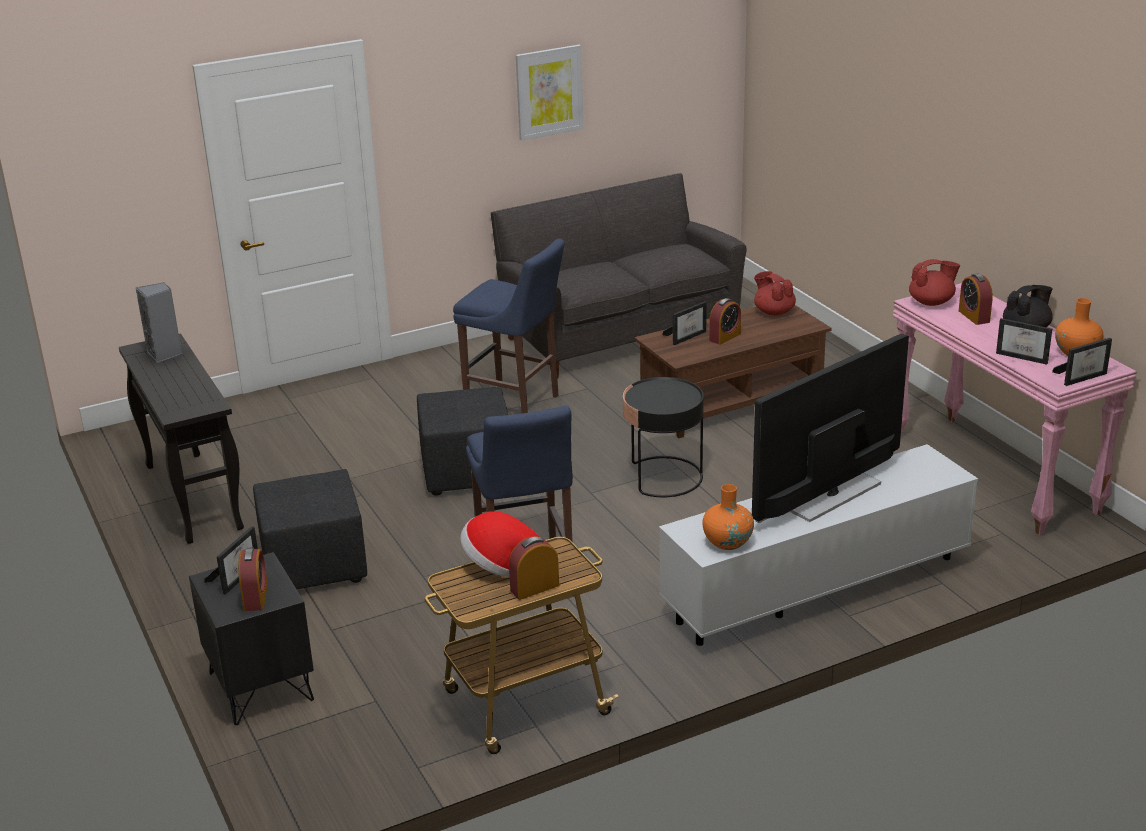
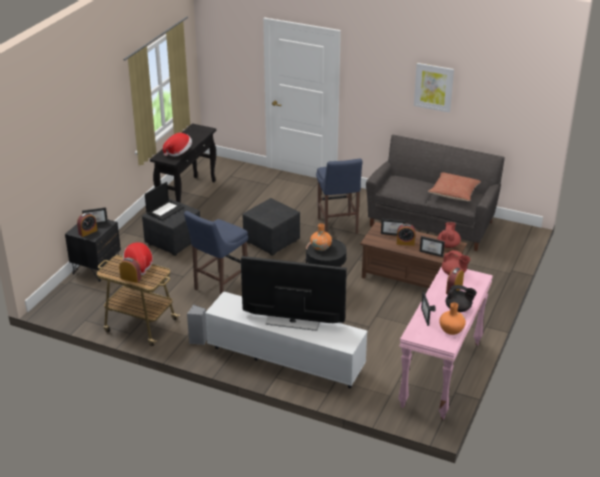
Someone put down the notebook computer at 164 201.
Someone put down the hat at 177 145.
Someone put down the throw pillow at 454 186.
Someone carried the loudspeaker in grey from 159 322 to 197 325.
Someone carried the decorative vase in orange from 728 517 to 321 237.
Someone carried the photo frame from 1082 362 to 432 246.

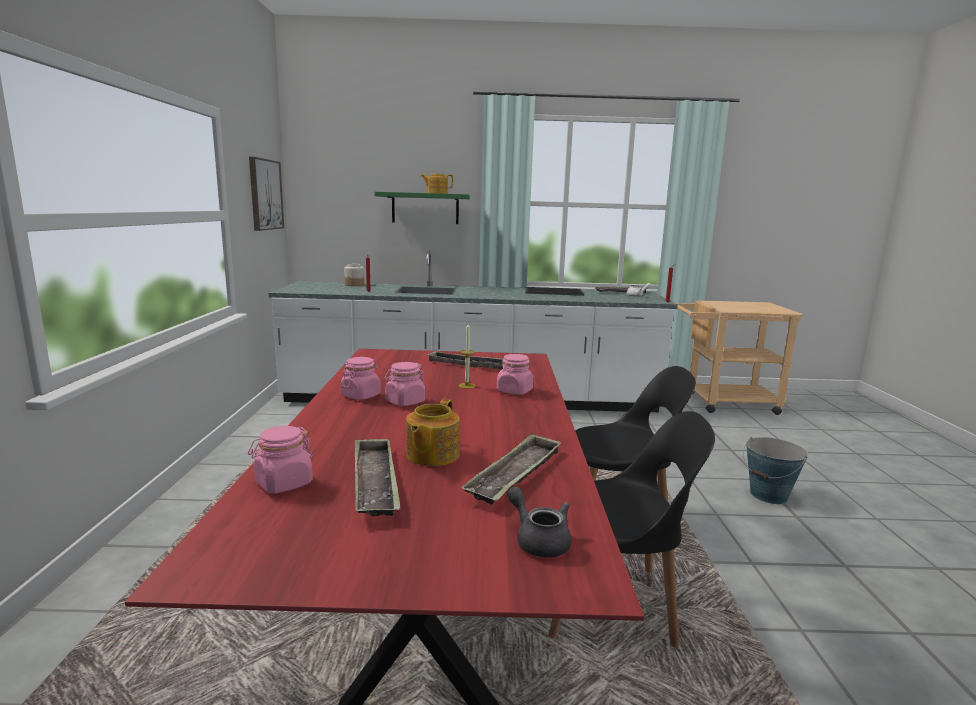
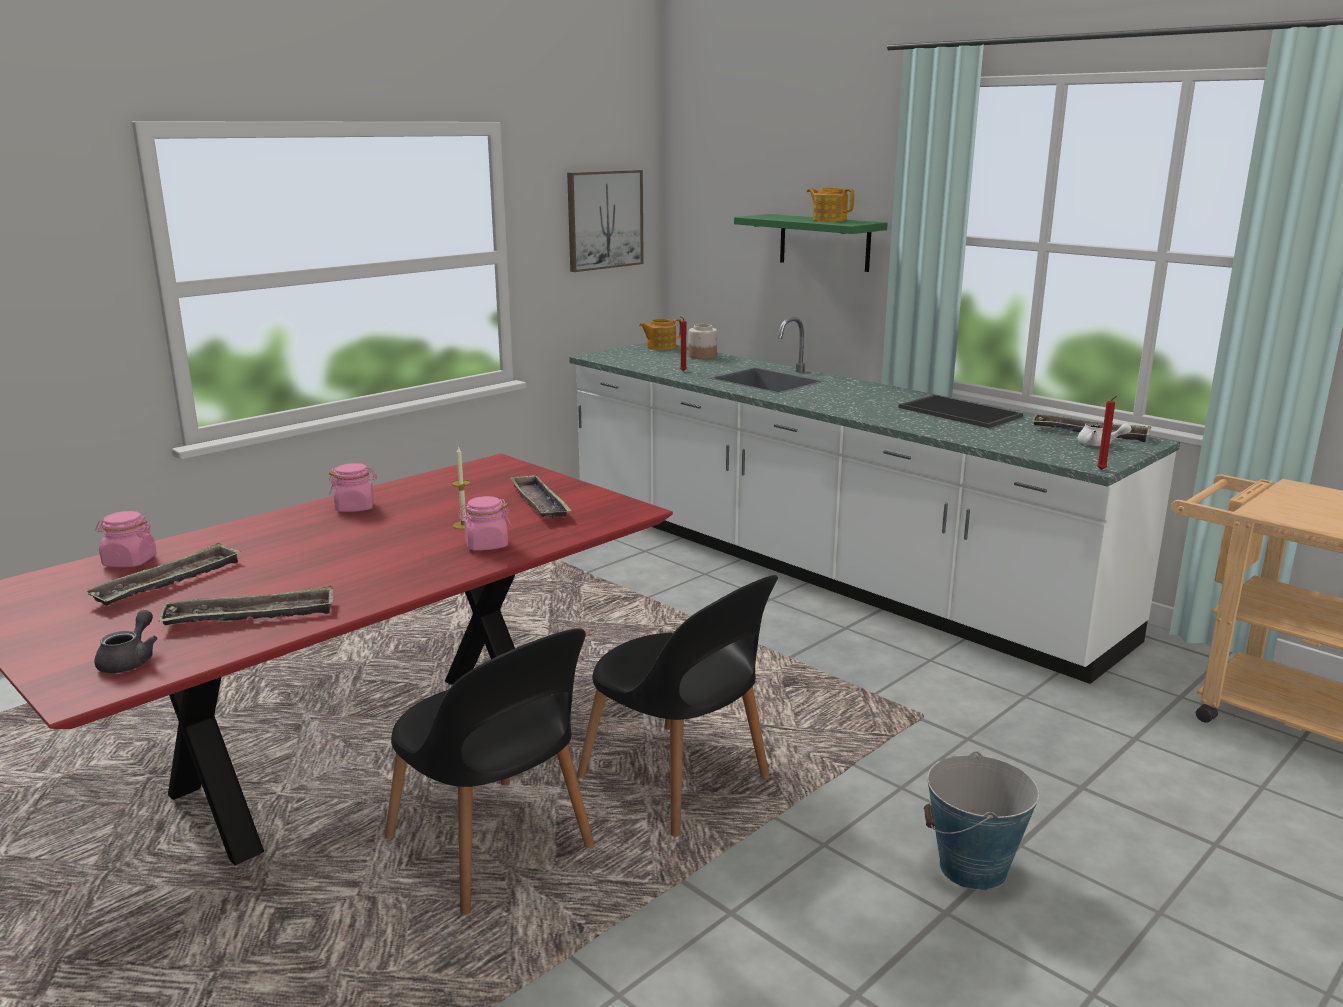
Someone took away the storage jar in pink at 404 384.
Someone carried the teapot from 433 432 to 660 334.

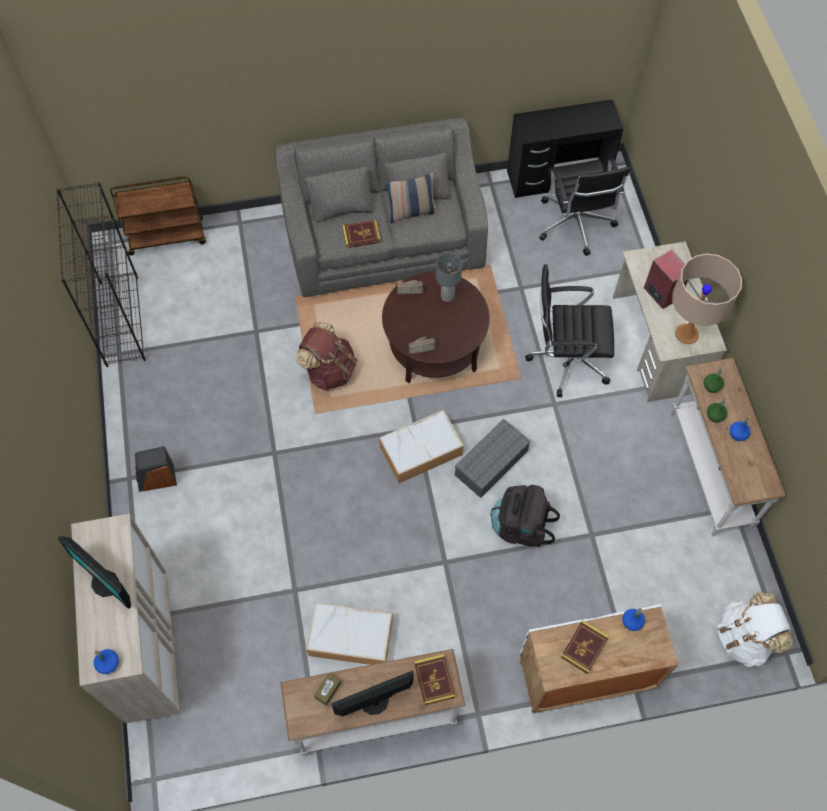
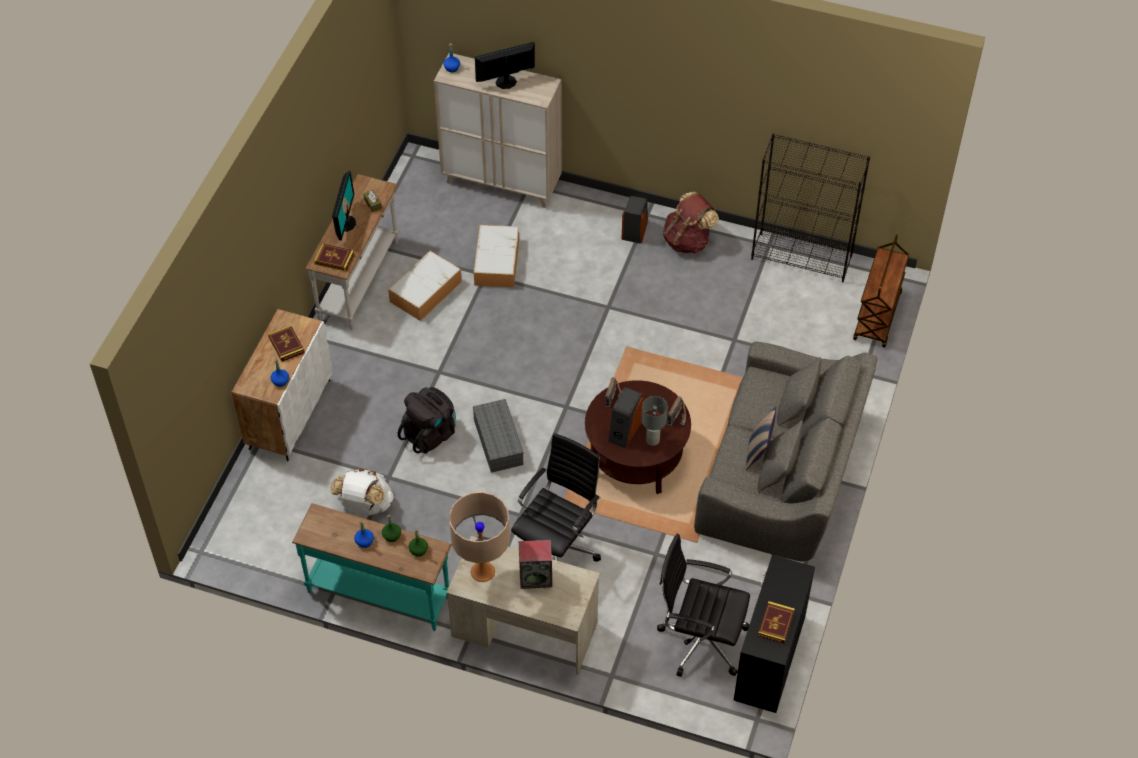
Someone put down the loudspeaker at 626 417.
Someone carried the knapsack in brown from 327 356 to 691 223.
Someone carried the volume from 361 234 to 776 622.
Someone carried the storage container from 421 446 to 496 256.
Someone carried the knapsack in whitish from 754 629 to 361 492.
Someone repainted the narrow table in whitish at 728 447, which became the narrow table in turquoise-coloured at 372 567.

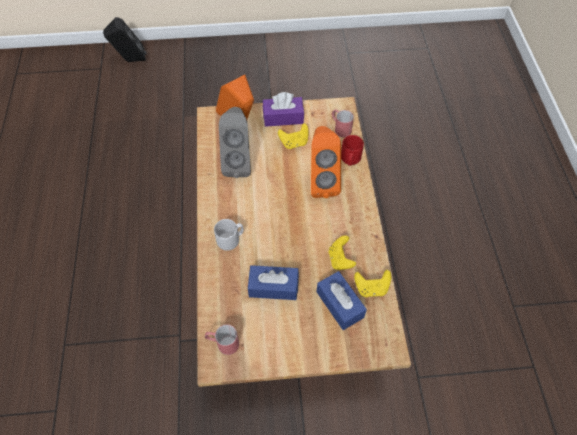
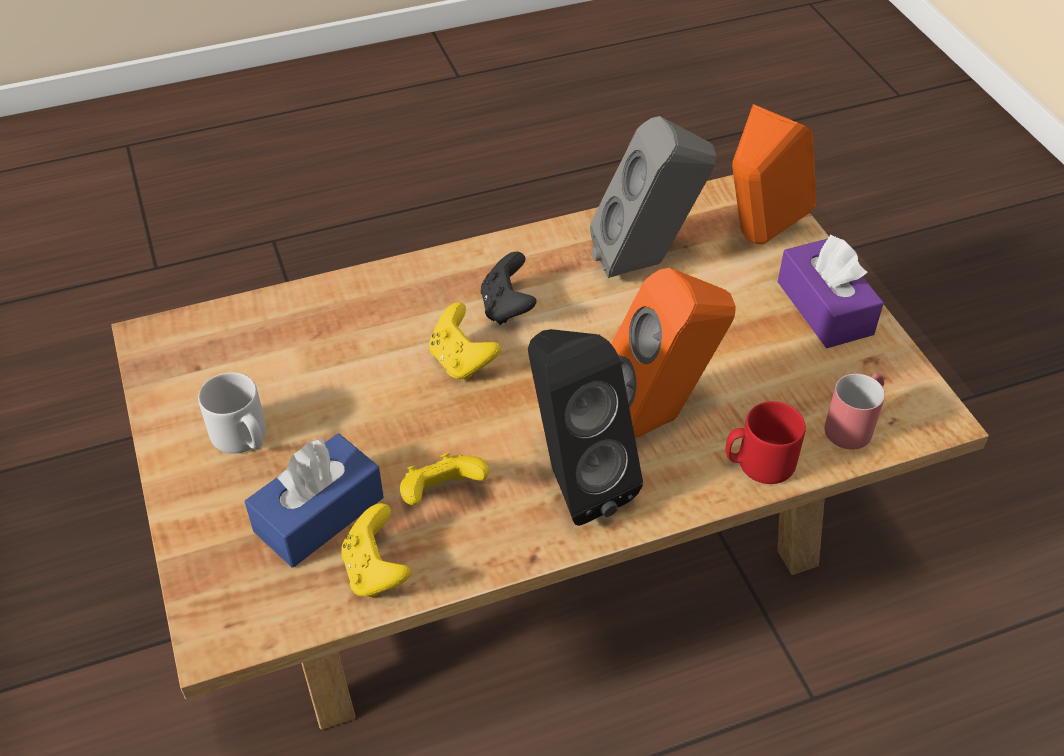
Someone took away the mug in red at 222 339.
Someone took away the box of tissues in blue-coloured at 273 282.
Someone put down the joypad in blackish at 508 288.
Someone carried the loudspeaker in blackish from 125 39 to 585 427.
Someone carried the mug in grey from 229 235 to 232 413.
Someone carried the joypad in yellow-coloured from 293 136 to 465 341.

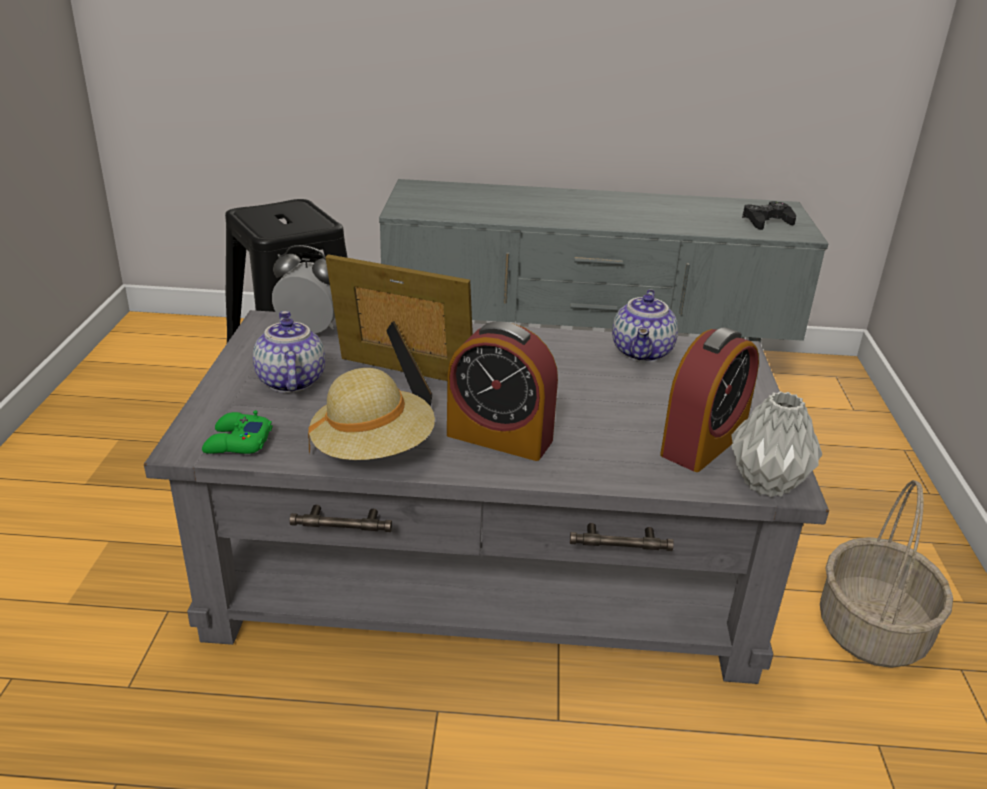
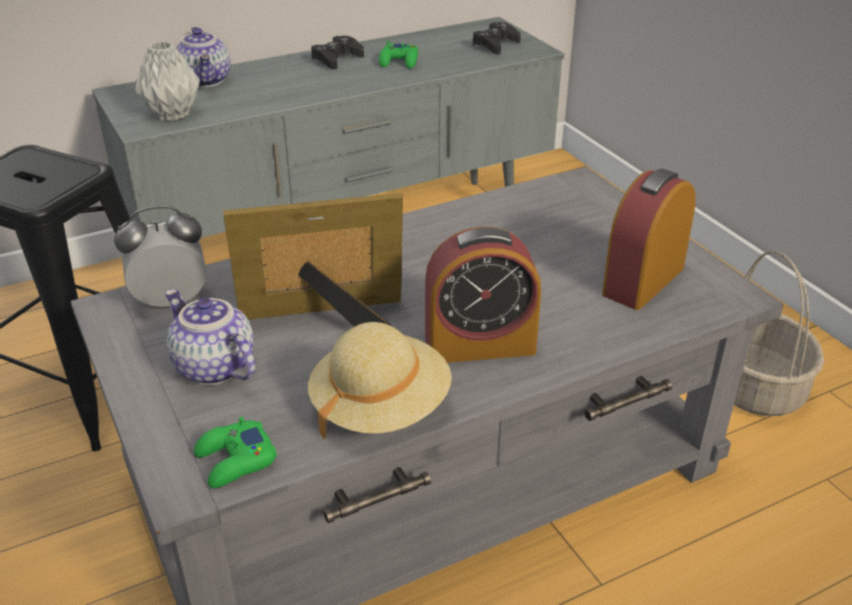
Someone put down the joypad in blackish at 337 53.
Someone put down the joypad in green-coloured at 398 55.
Someone carried the teapot from 645 325 to 203 57.
Someone carried the decorative vase in grey from 776 444 to 167 81.
Someone rotated the table clock at 709 399 by 150 degrees counterclockwise.

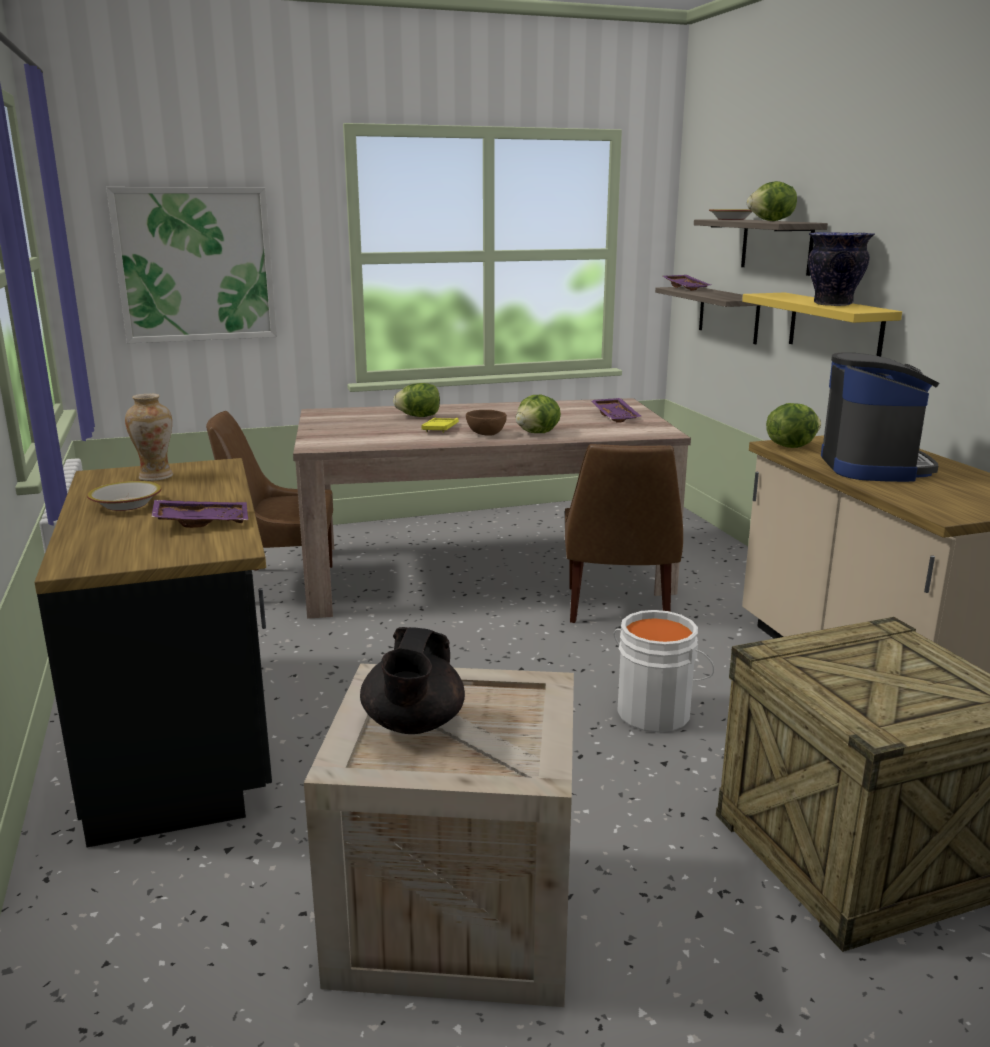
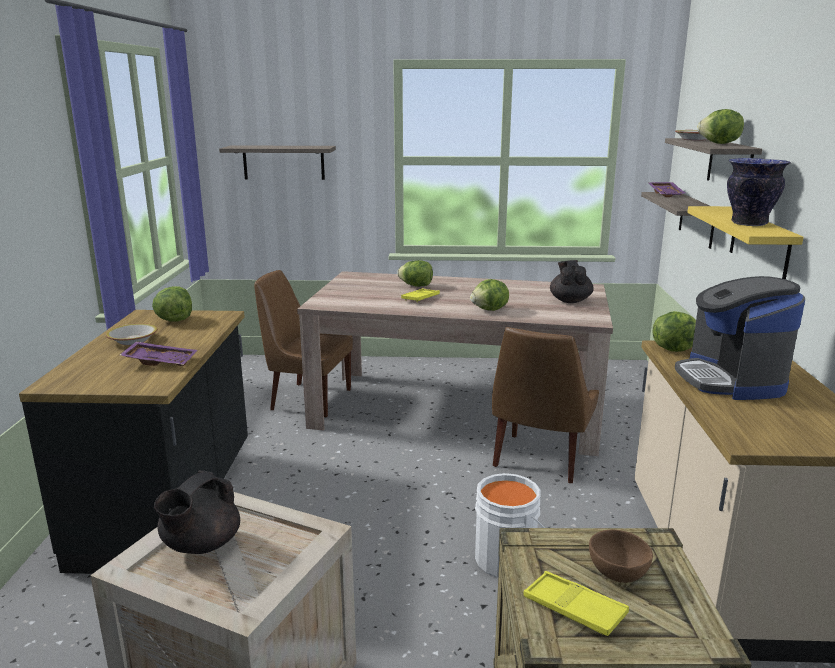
Someone put down the serving tray in yellow-coloured at 576 603.
Someone carried the serving bowl in brown from 486 423 to 621 556.
Someone swapped the wall picture at 191 265 for the bracket shelf at 277 163.
Someone swapped the decorative vase at 149 437 for the lettuce at 172 303.
Someone swapped the serving tray in purplish at 616 410 for the teapot in blackish at 572 281.
Someone rotated the coffee machine at 880 417 by 150 degrees clockwise.

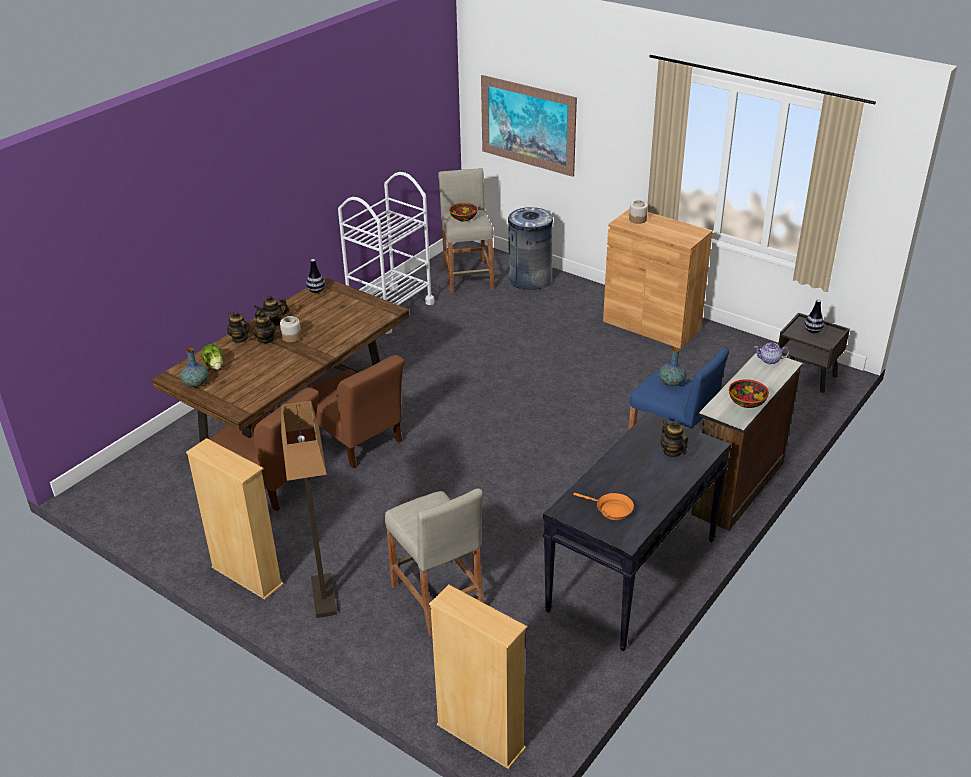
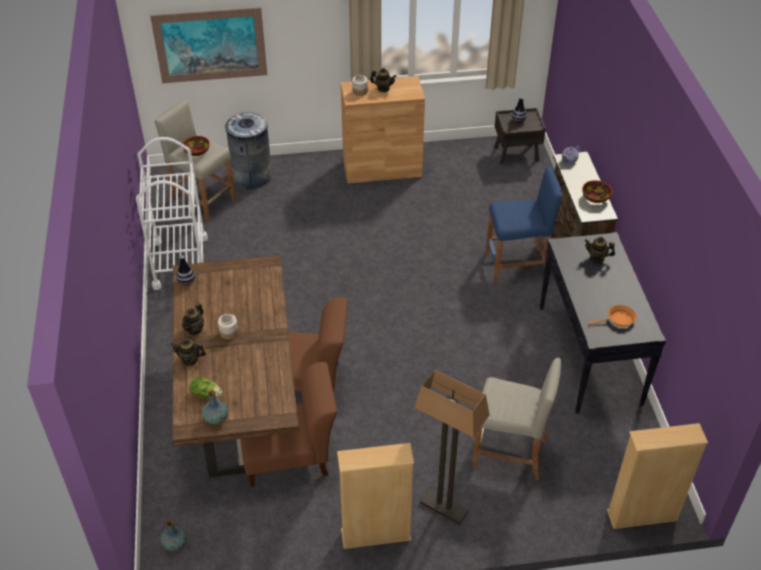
Someone carried the teapot from 264 327 to 383 80.
Someone carried the decorative vase from 672 367 to 174 536.

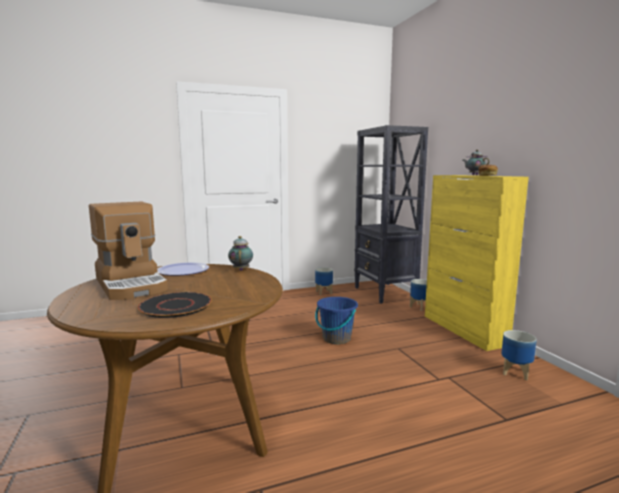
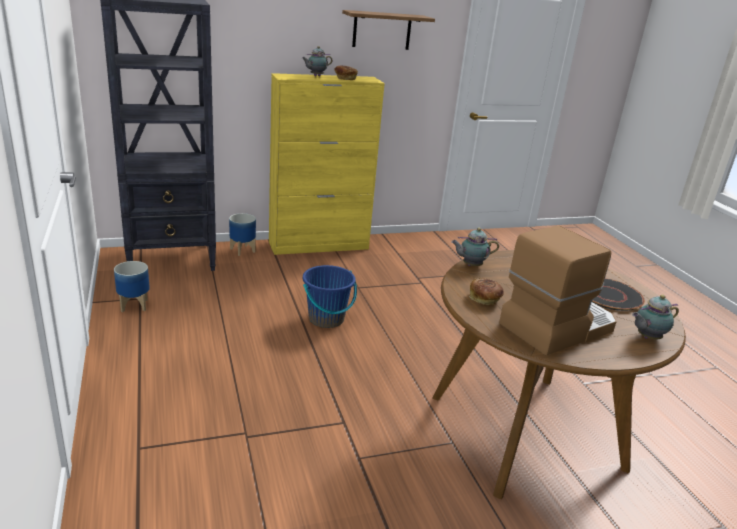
Someone took away the plant pot at 519 355.
Someone put up the bracket shelf at 388 30.
Someone put down the teapot at 655 317.
Someone swapped the flat dish at 183 269 for the bakery bread at 486 291.

